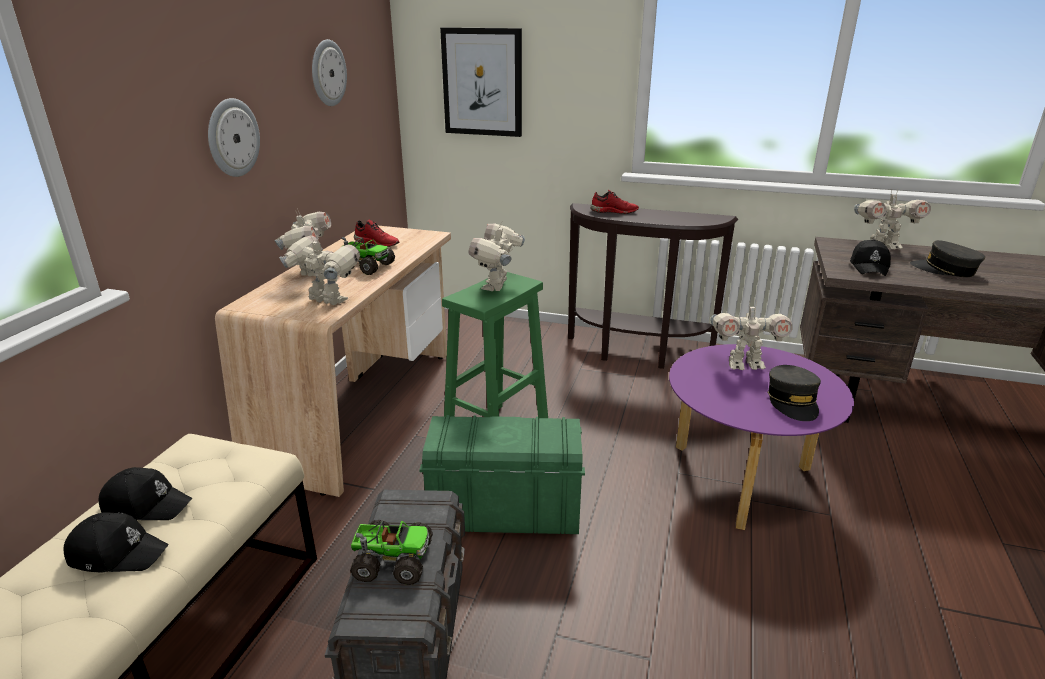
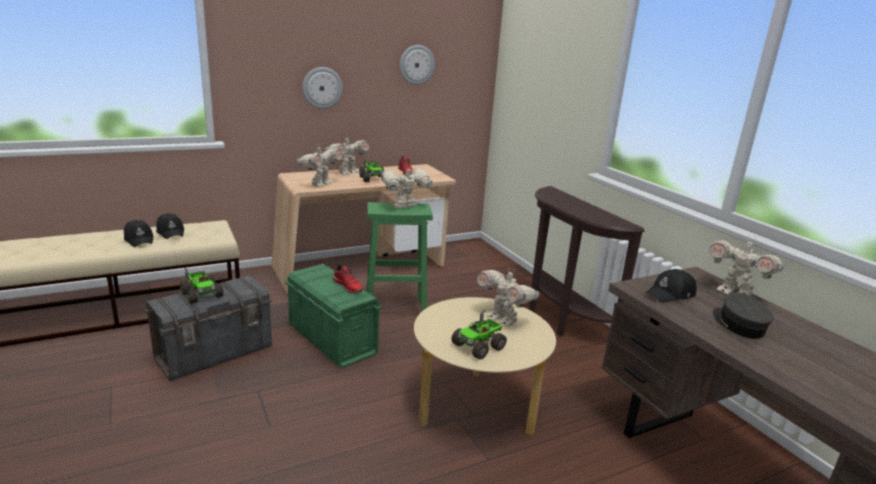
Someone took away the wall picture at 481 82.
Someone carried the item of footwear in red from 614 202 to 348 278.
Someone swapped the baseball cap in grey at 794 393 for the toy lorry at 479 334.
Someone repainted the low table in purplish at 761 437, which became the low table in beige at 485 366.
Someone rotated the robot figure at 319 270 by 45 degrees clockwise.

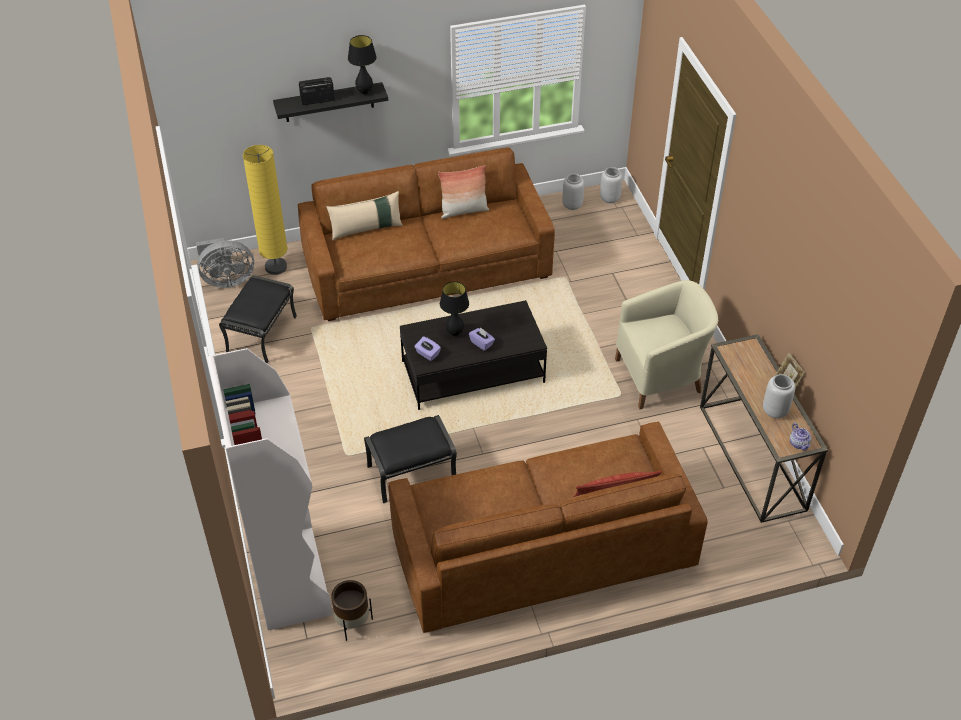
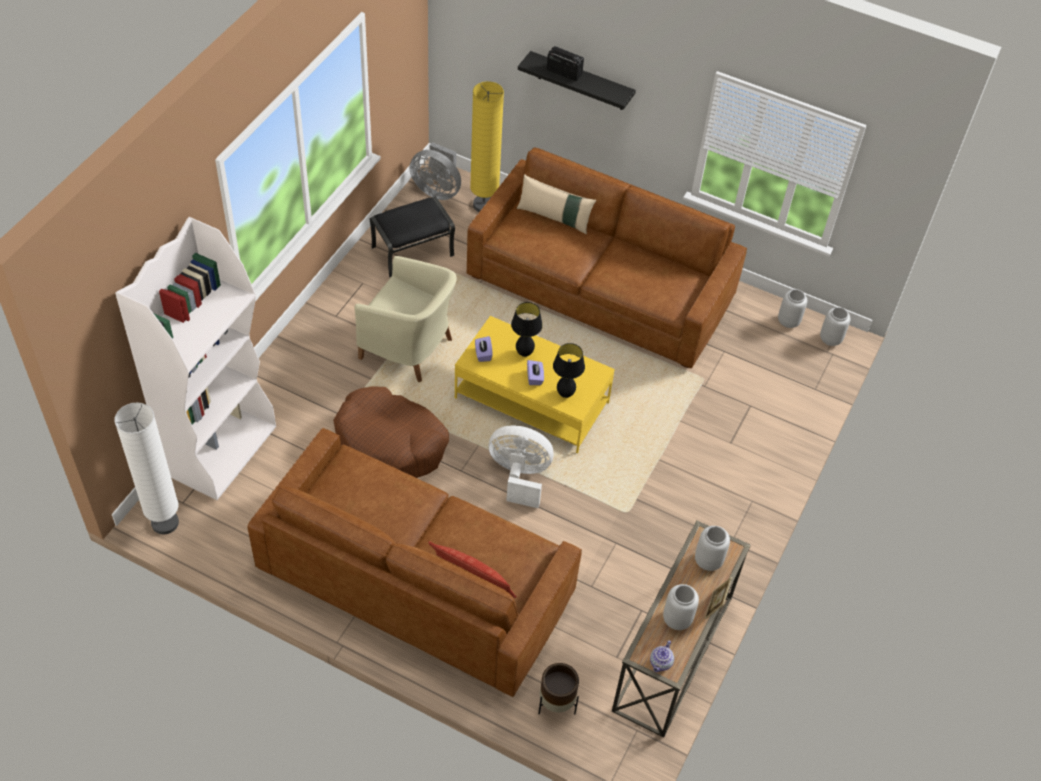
Someone took away the throw pillow at 463 192.
Someone put down the standing lamp in whitish at 146 469.
Someone put down the electric fan in whitish at 521 466.
Someone put down the decorative vase in grey at 712 548.
Someone carried the plant pot in brown from 352 610 to 558 688.
Someone carried the tabletop lamp in blackish from 362 65 to 569 370.
Someone carried the lounge chair in beige from 666 344 to 406 319.
Someone swapped the footrest in blackish at 410 459 for the dog bed in brown at 391 432.
Someone repainted the low table in blackish at 473 355, which became the low table in yellow-coloured at 535 384.

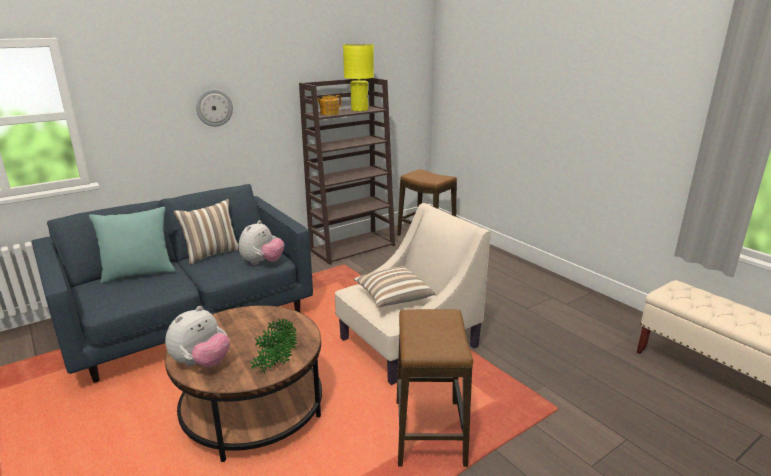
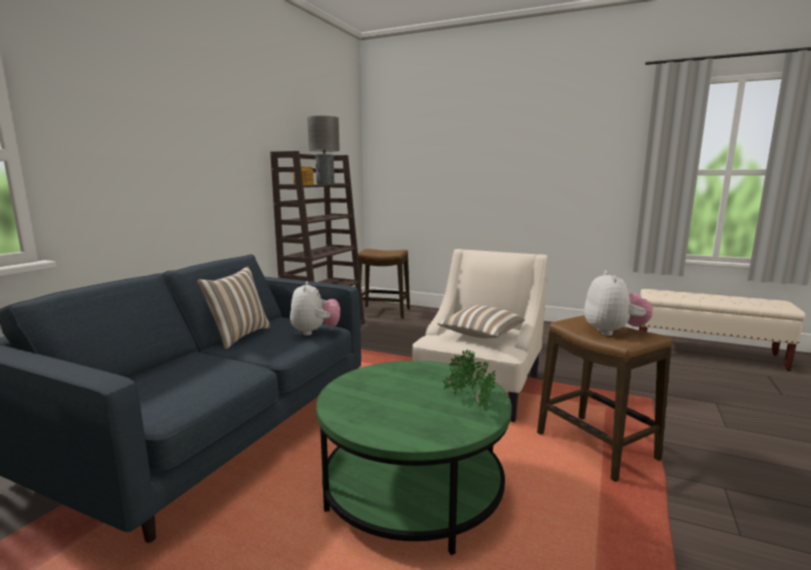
Someone took away the throw pillow in turquoise-coloured at 132 245.
Someone took away the hanging clock at 214 108.
Someone carried the cuddly toy from 197 336 to 618 303.
Someone repainted the low table in brown at 243 383, which became the low table in green-coloured at 414 458.
Someone repainted the tabletop lamp in yellow-coloured at 358 78, which became the tabletop lamp in grey at 323 150.

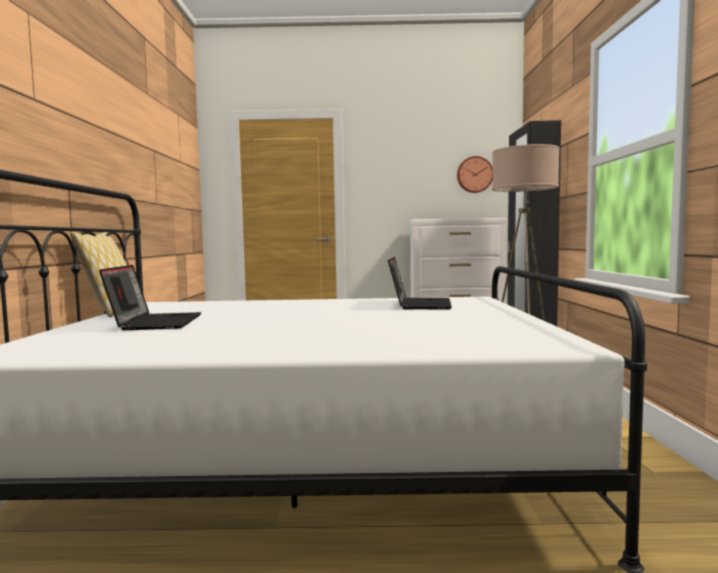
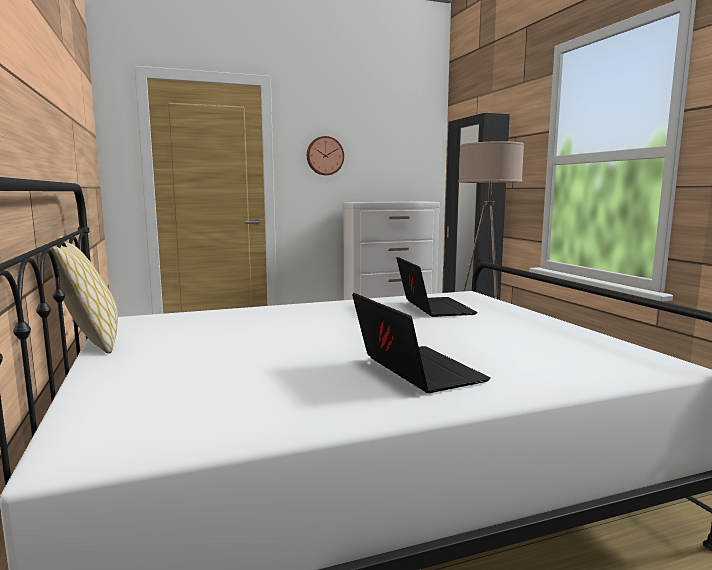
Someone carried the notebook computer from 150 297 to 421 343.
Someone carried the hanging clock from 474 174 to 325 155.

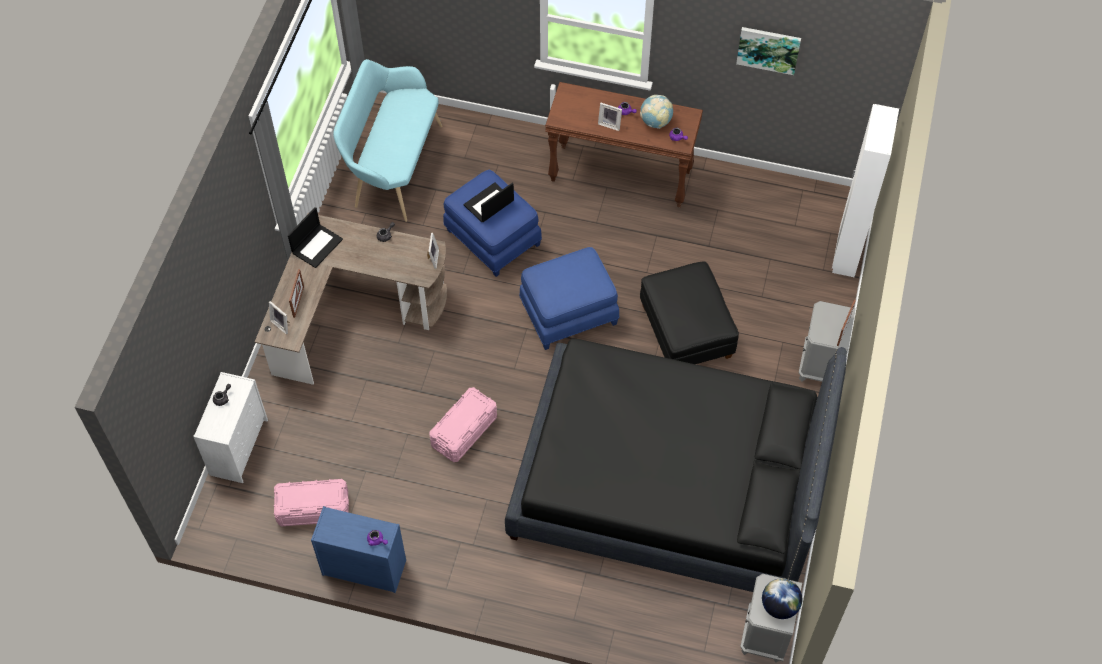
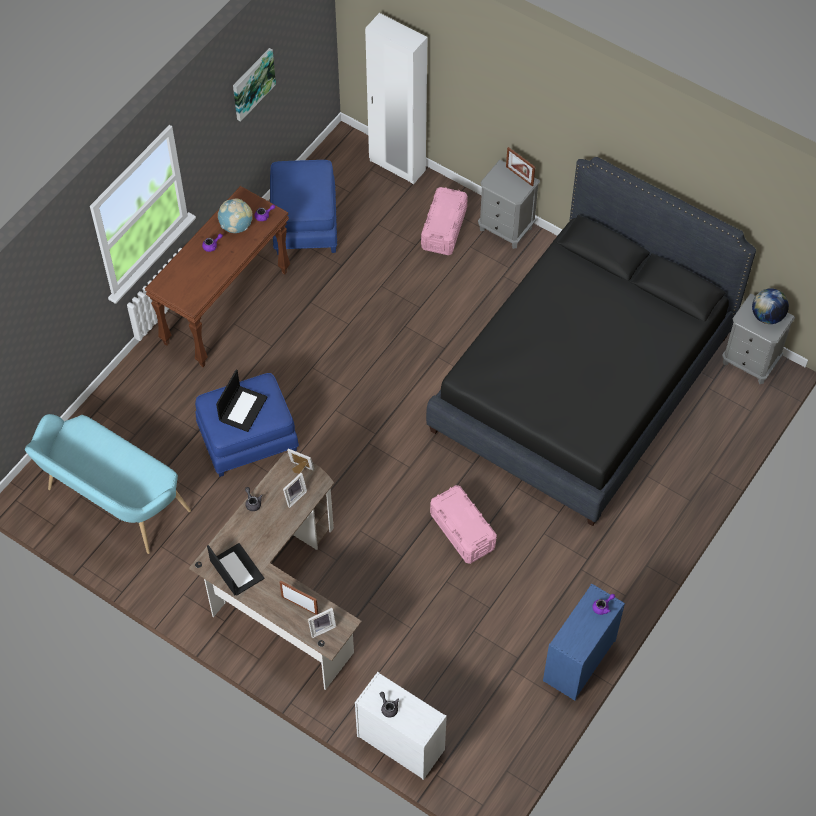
Someone took away the footrest in blackish at 689 313.
Someone carried the storage container in pink from 311 502 to 444 221.
Someone carried the footrest in blue-coloured from 569 298 to 303 207.
Someone carried the photo frame from 610 117 to 295 490.
Someone rotated the notebook computer at 488 202 by 135 degrees counterclockwise.

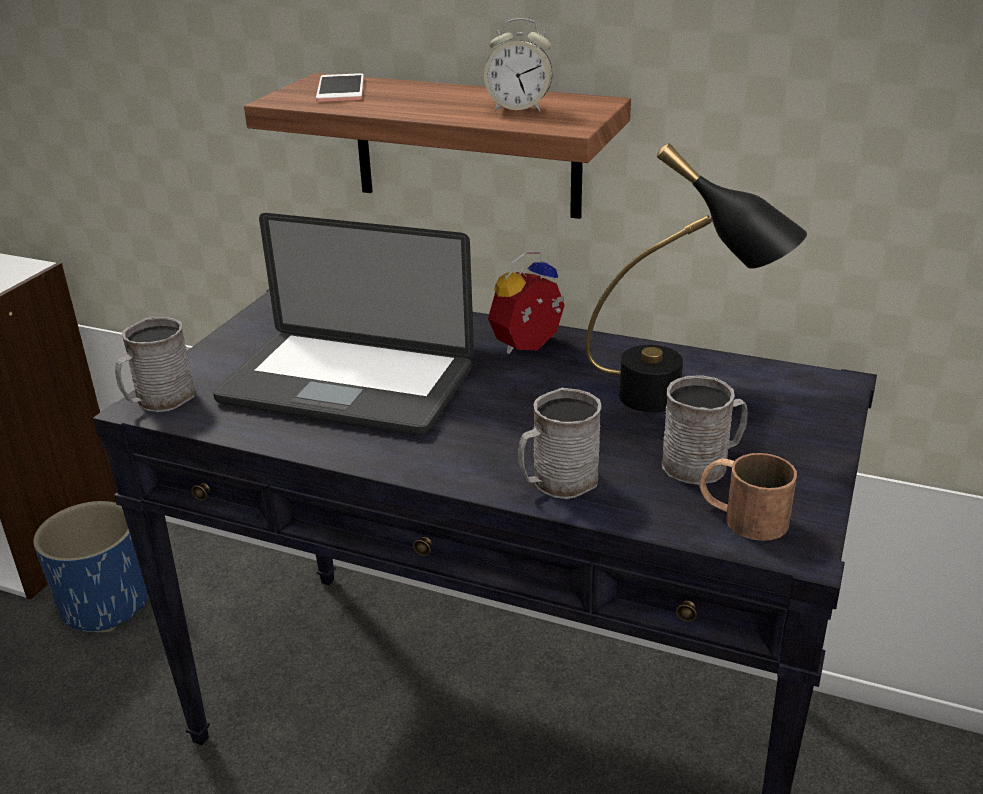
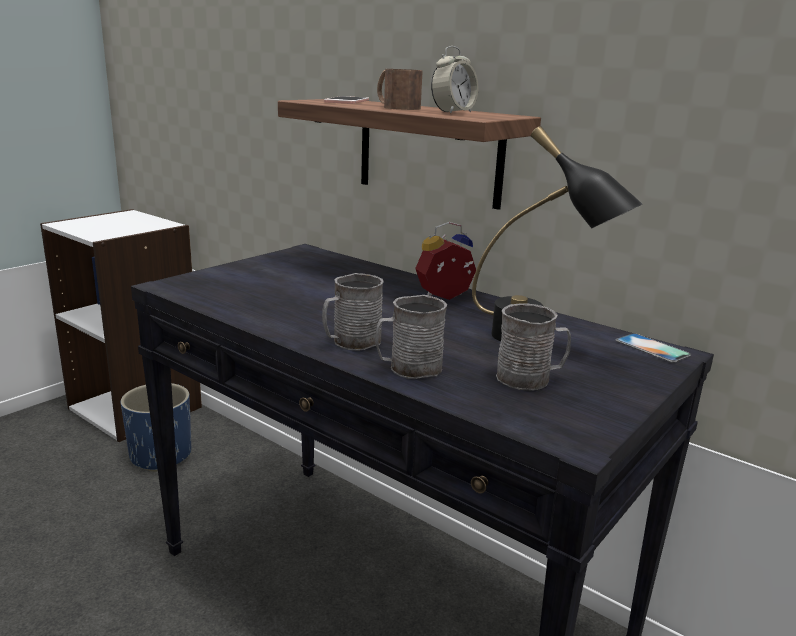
Someone took away the notebook computer at 343 324.
Someone put down the phone at 653 348.
Someone carried the mug in grey from 155 364 to 352 312.
Someone carried the mug in brown from 748 497 to 400 89.
Someone rotated the table clock at 518 65 by 75 degrees counterclockwise.

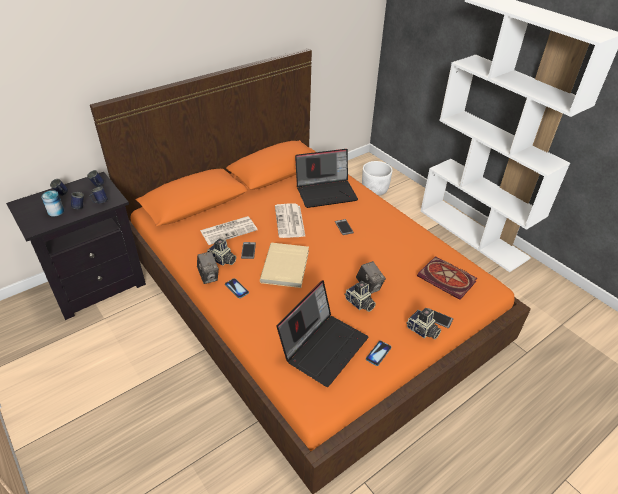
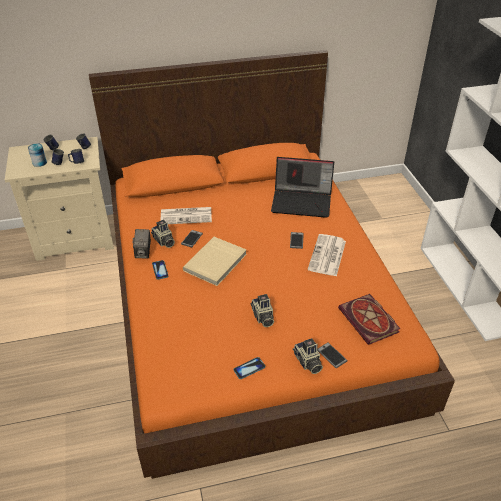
Someone took away the notebook computer at 322 333.
Someone took away the photo camera at 371 277.
Someone took away the plant pot in whitish at 377 178.
Someone carried the printed paper from 290 221 to 327 255.
Someone repainted the night table in blackish at 76 246, which became the night table in beige at 59 199.

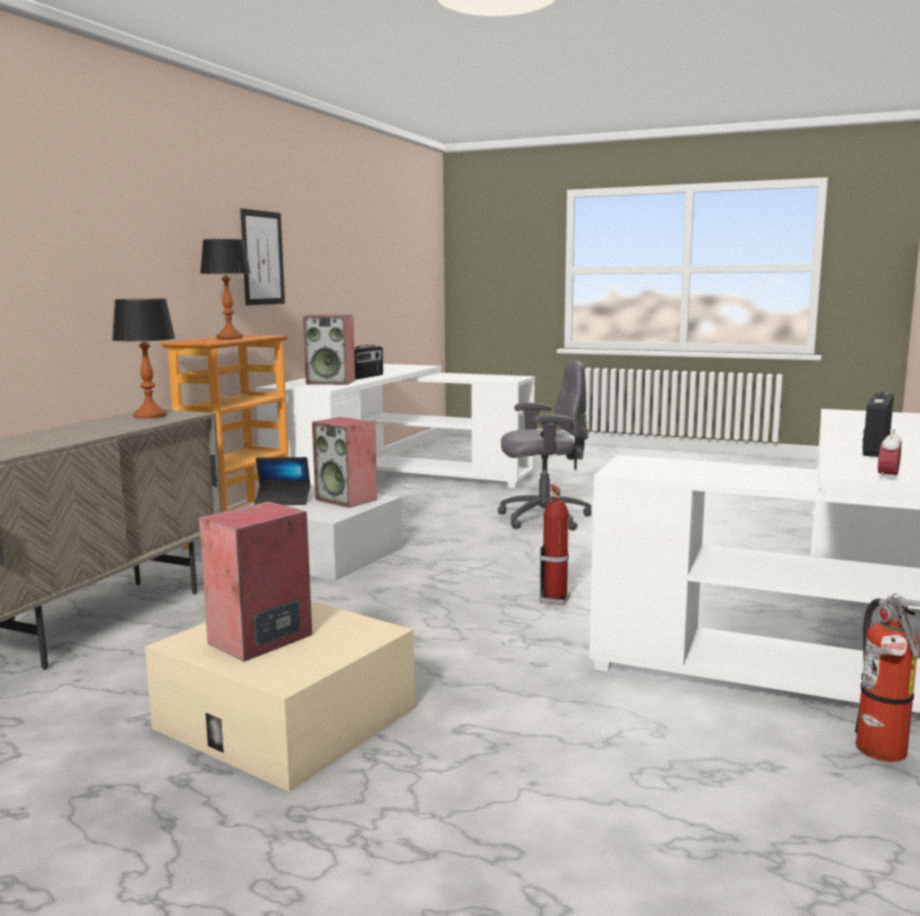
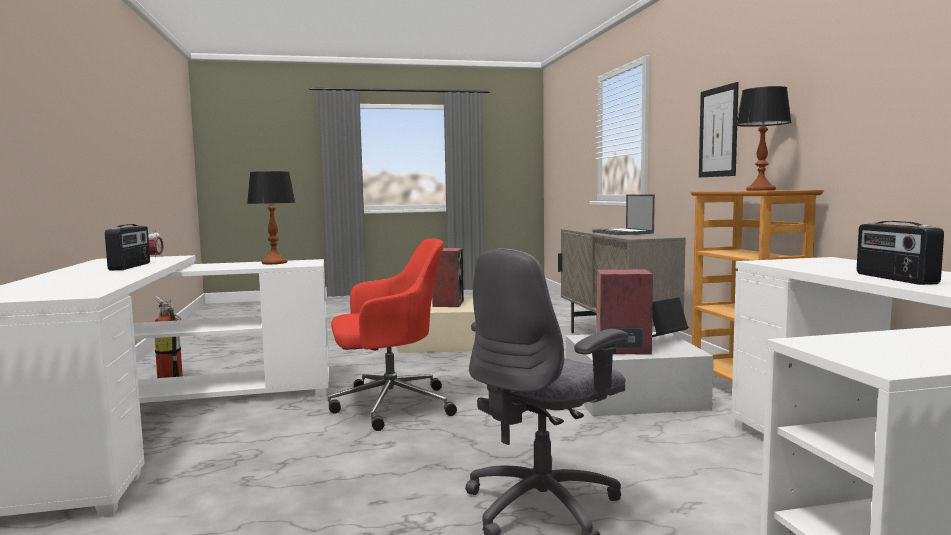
Someone took away the loudspeaker at 329 349.
Someone put down the notebook computer at 623 214.
Someone carried the tabletop lamp from 143 358 to 271 217.
Someone carried the wall picture from 262 256 to 719 129.
Someone swapped the fire-fighting cylinder at 554 545 for the office chair in red at 392 334.

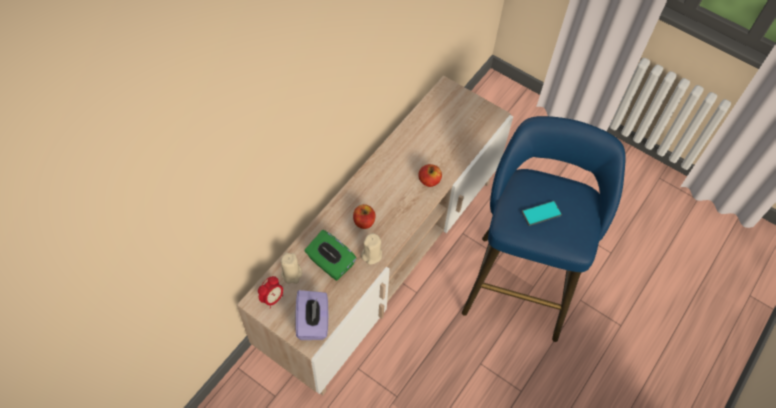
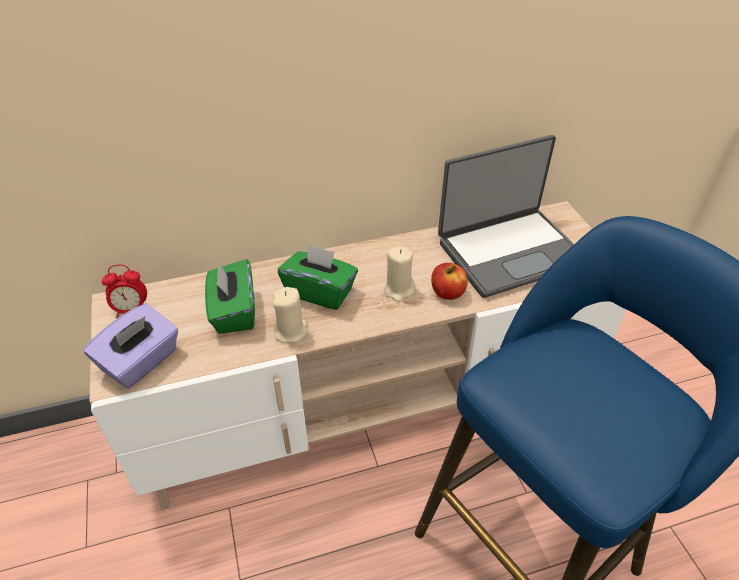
Someone took away the phone at 542 213.
Someone put down the notebook computer at 506 216.
Someone carried the candle in beige from 291 268 to 399 274.
Someone swapped the apple fruit at 364 216 for the box of tissues in green-coloured at 318 277.

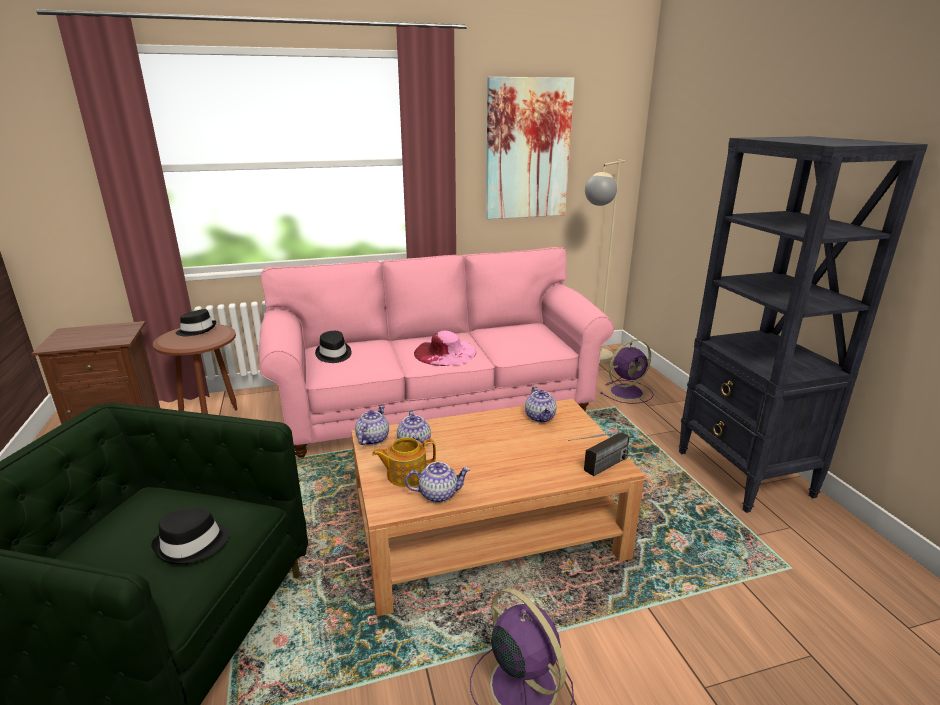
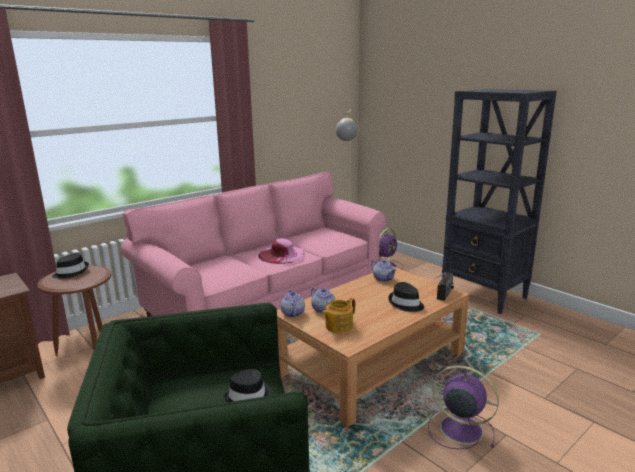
Someone took away the teapot at 437 482.
Someone took away the wall picture at 530 148.
Someone carried the hat in blackish from 333 347 to 406 297.

